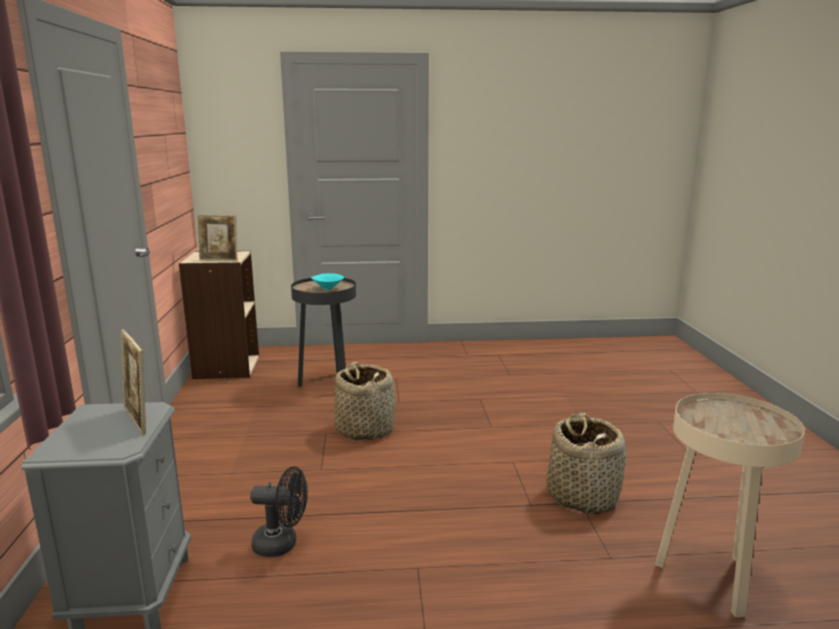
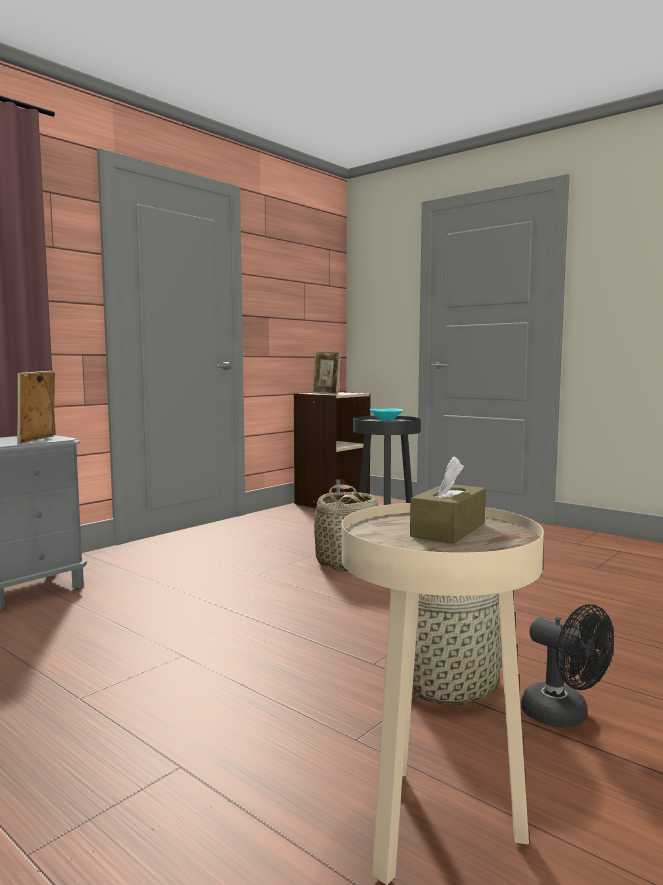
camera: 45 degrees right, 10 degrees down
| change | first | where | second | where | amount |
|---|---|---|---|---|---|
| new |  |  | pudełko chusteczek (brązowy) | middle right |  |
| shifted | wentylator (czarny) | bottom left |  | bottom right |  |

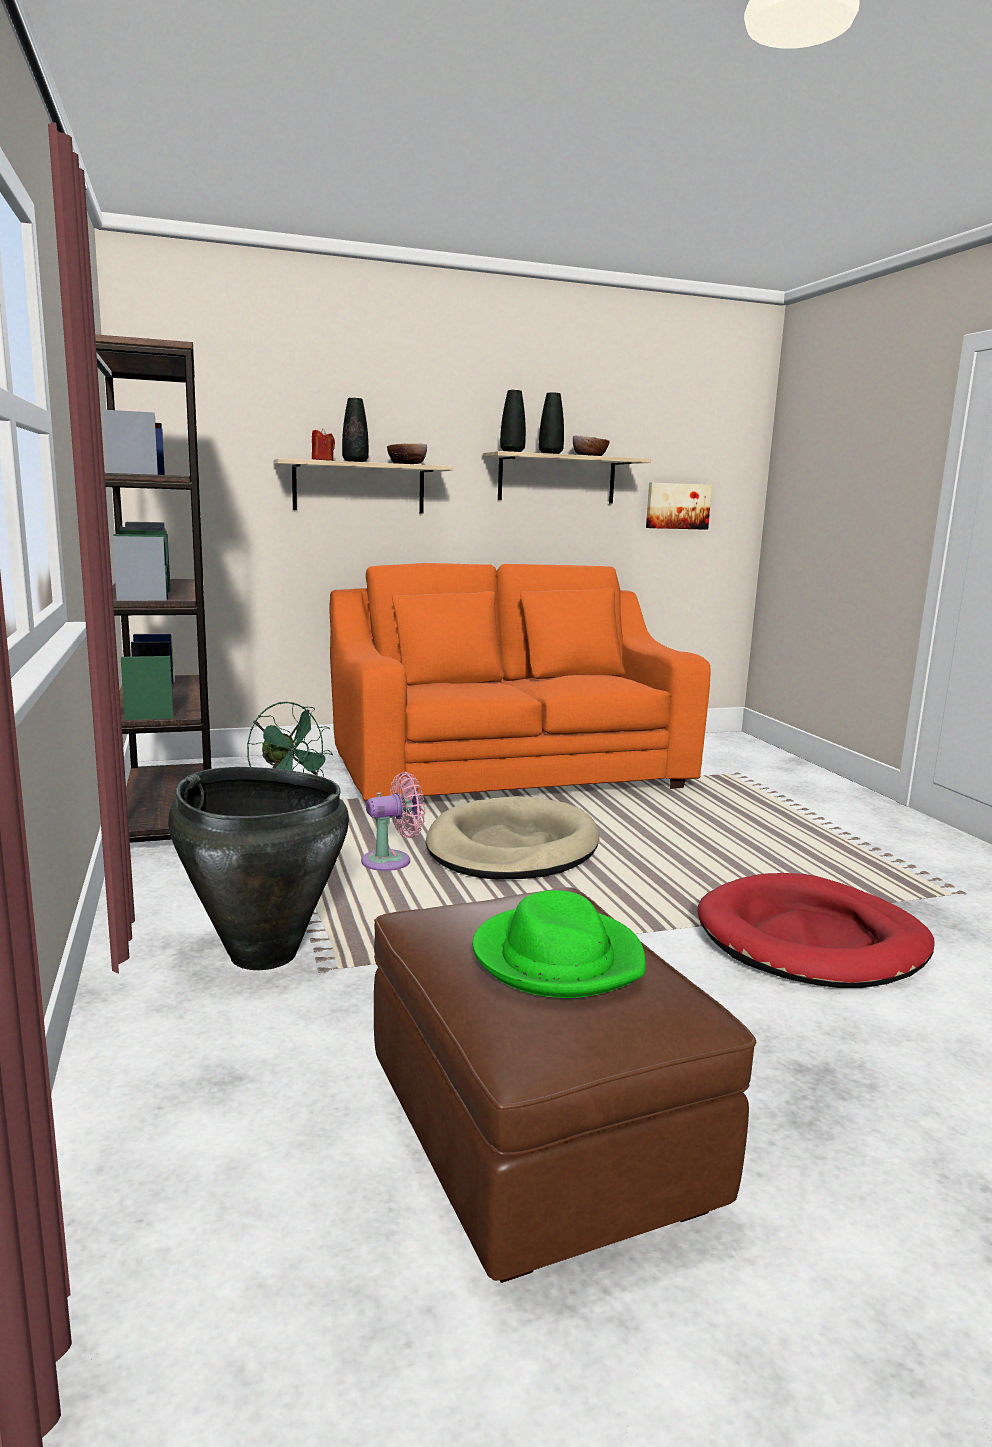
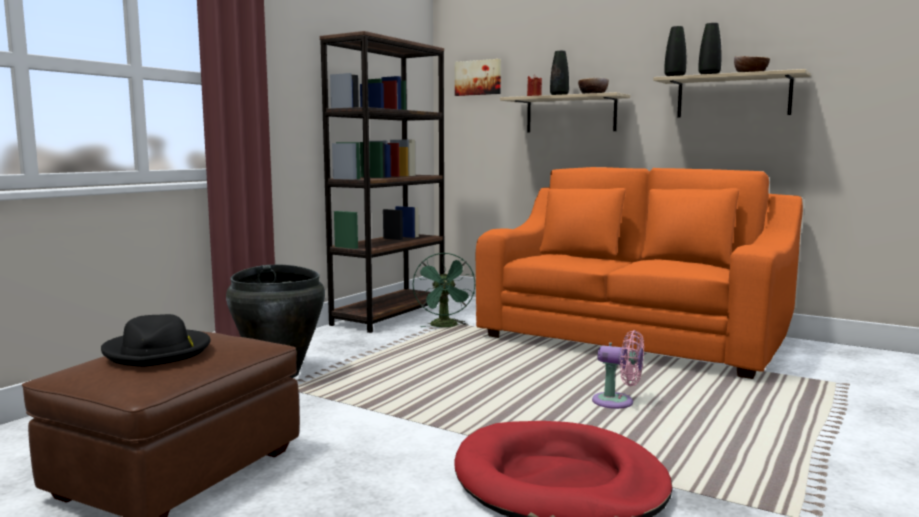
camera: 50 degrees right, 5 degrees down
| change | first | where | second | where | amount |
|---|---|---|---|---|---|
| repainted | kapelusz (zielony) | centre | kapelusz (czarny) | middle left |  |
| shifted | obraz | middle right |  | top centre |  |
| shifted | wentylator (różowy) | centre |  | bottom right |  |
| gone | legowisko (beżowy) | centre |  |  |  |

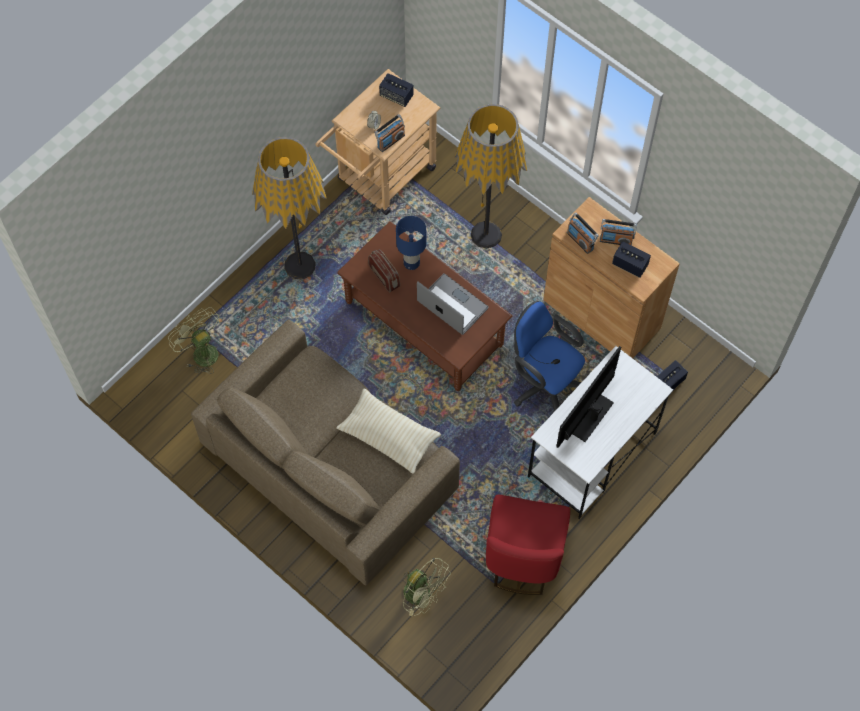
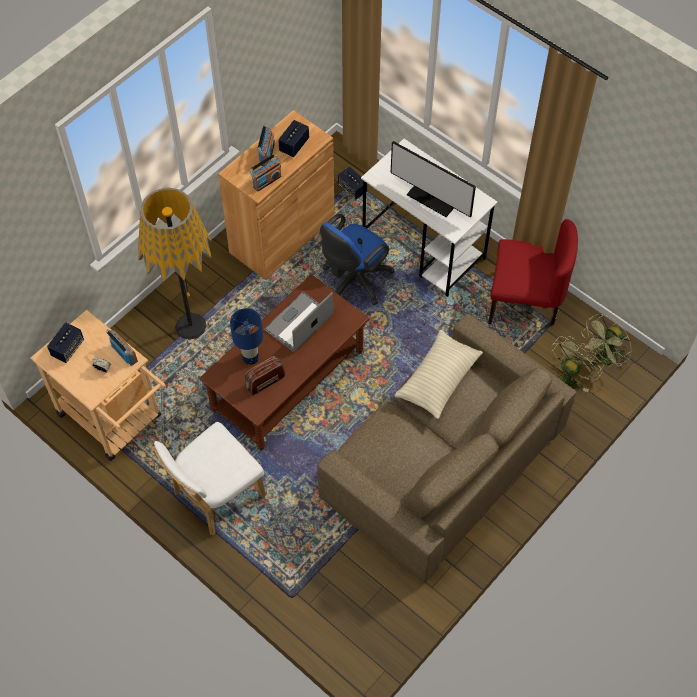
camera: 90 degrees left, 5 degrees down
| change | first | where | second | where | amount |
|---|---|---|---|---|---|
| swapped | lampa stojąca (no. 1 from left) | top centre | krzesło (biały) | bottom left |  |
| shifted | wentylator (zielony) (no. 1 from left in the first image) | middle left | wentylator (zielony) (no. 2 from left) | middle right |  |

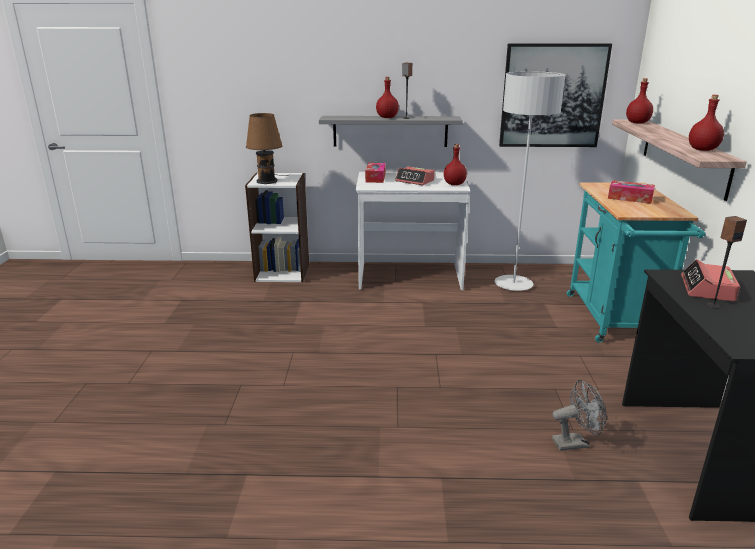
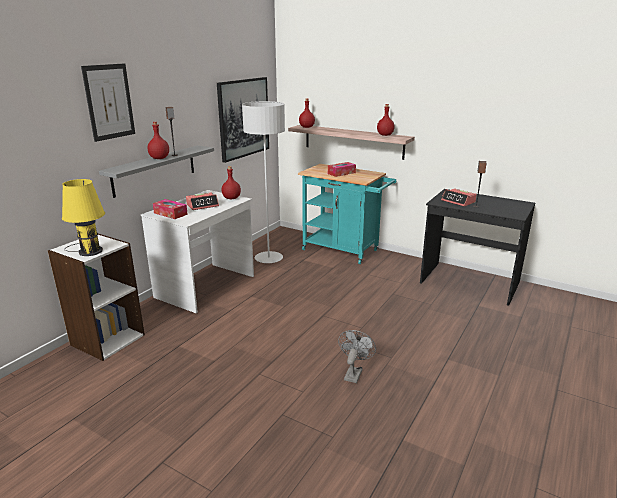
camera: 60 degrees left, 0 degrees up
| change | first | where | second | where | amount |
|---|---|---|---|---|---|
| repainted | lampa stołowa (brązowy) | top centre | lampa stołowa (żółty) | middle left |  |
| new |  |  | obraz (no. 1 from left) | top left |  |
| shifted | wentylator (szary) | bottom right |  | bottom centre |  |

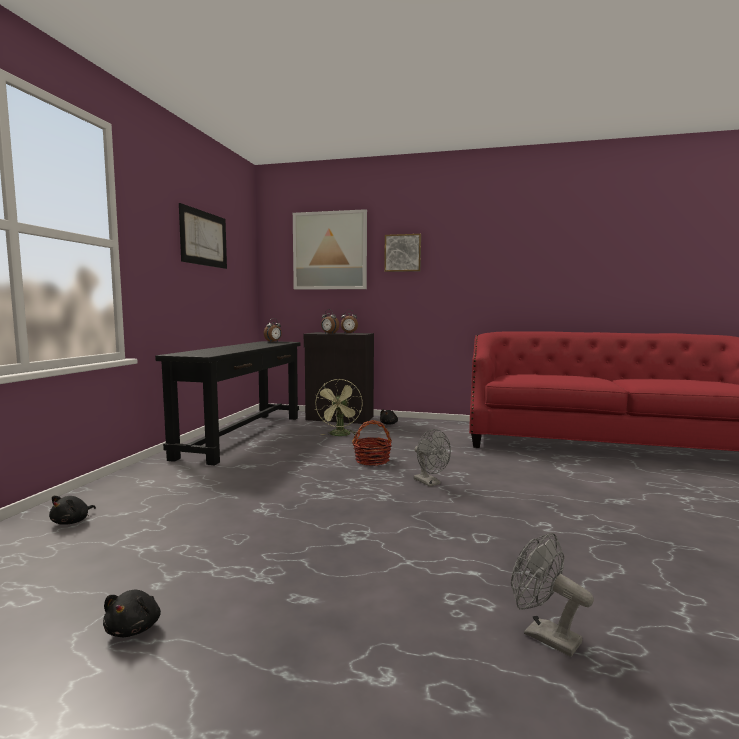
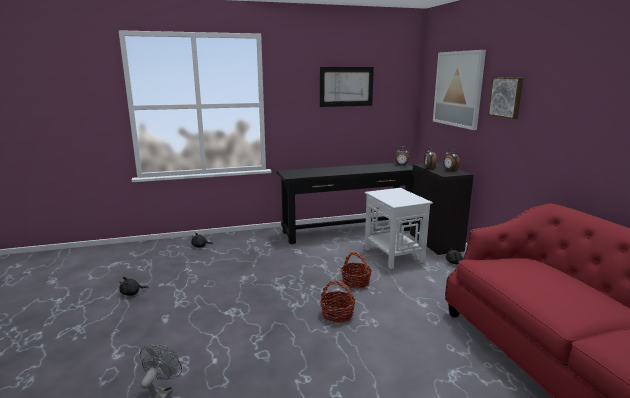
camera: 60 degrees right, 10 degrees up
| change | first | where | second | where | amount |
|---|---|---|---|---|---|
| swapped | wentylator (szary) (no. 1 from left) | centre | koszyk (no. 1 from left) | bottom centre |  |
| swapped | wentylator (zielony) | centre | stolik (biały) | centre |  |

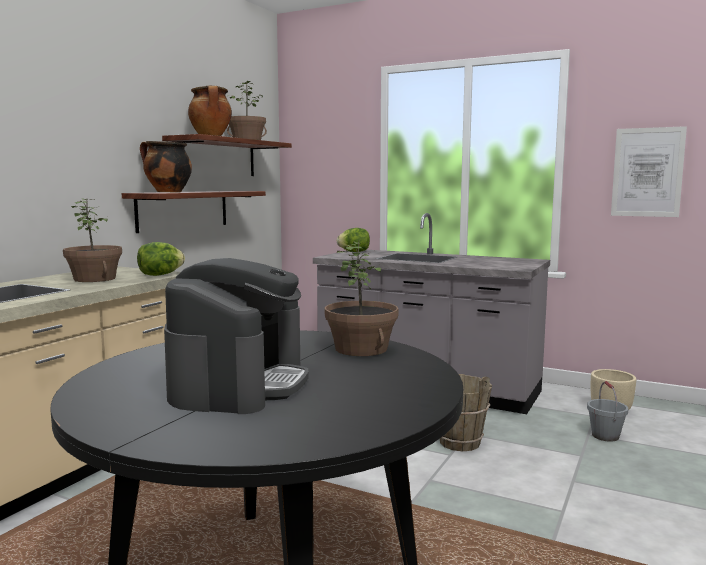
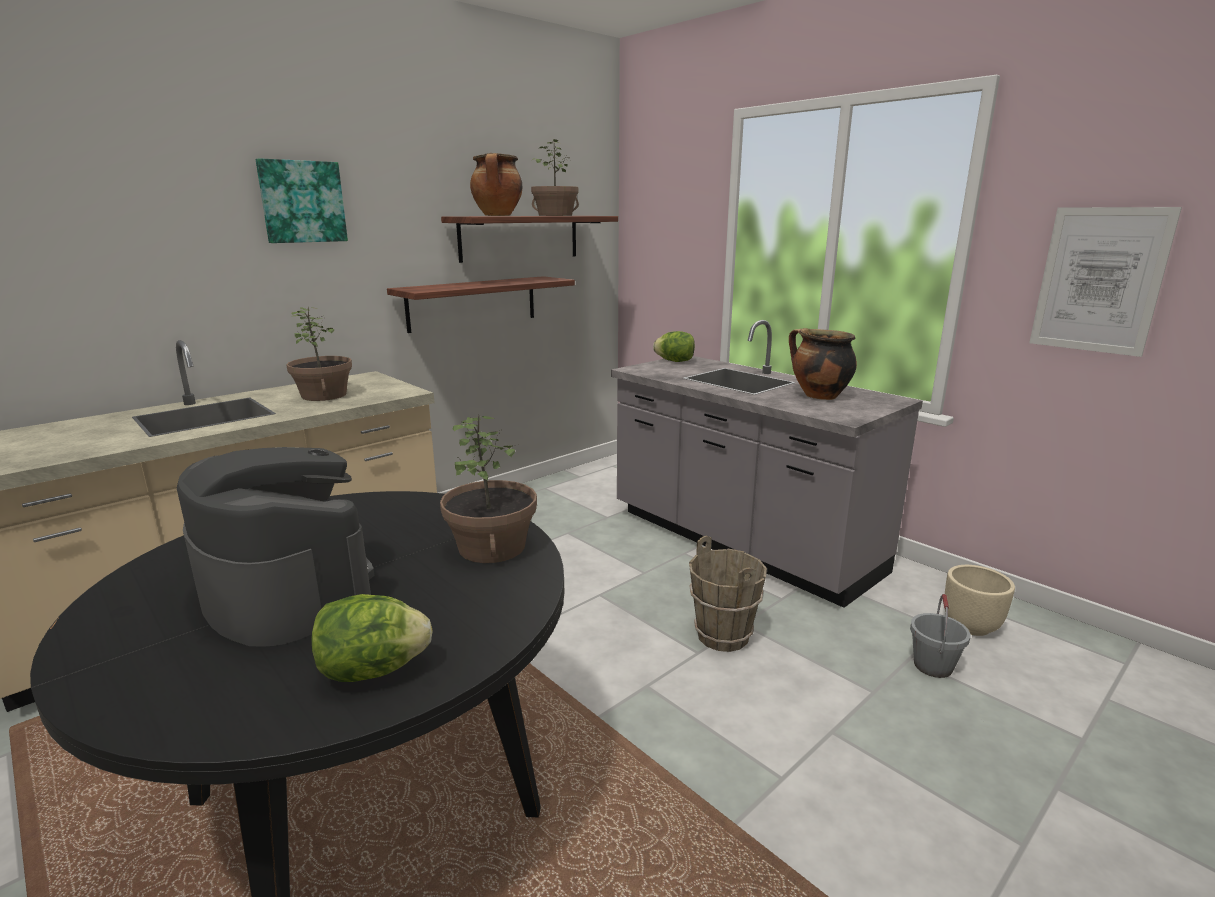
camera: 20 degrees right, 10 degrees up
| change | first | where | second | where | amount |
|---|---|---|---|---|---|
| rotated | ekspres do kawy | centre |  | middle left | 75 degrees counterclockwise |
| new |  |  | obraz (no. 1 from left) | top left |  |
| shifted | sałata (no. 1 from left) | middle left |  | bottom left |  |
| shifted | garnek (no. 1 from left in the first image) | top left | garnek (no. 2 from left) | middle right |  |

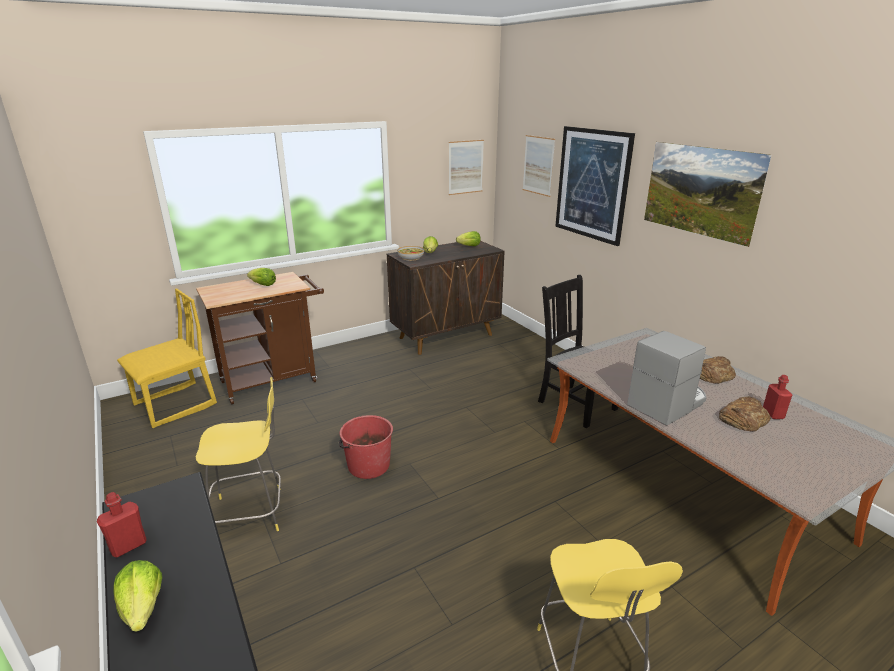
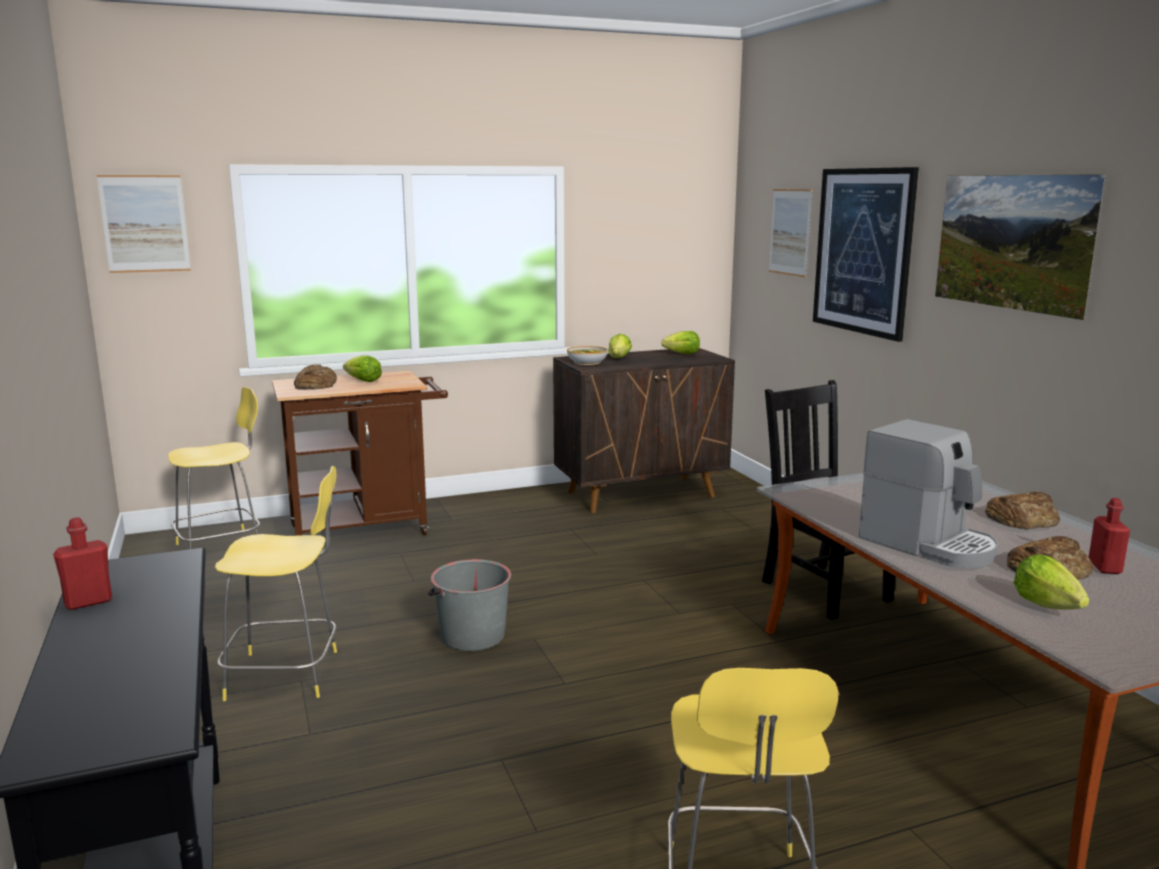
camera: 10 degrees right, 10 degrees down
| change | first | where | second | where | amount |
|---|---|---|---|---|---|
| shifted | obraz (no. 1 from left) | top centre |  | top left |  |
| swapped | krzesło (żółty) | middle left | stołek (żółty) (no. 1 from left) | middle left |  |
| new |  |  | chleb (no. 1 from left) | middle left |  |
| repainted | wiadro (czerwony) | centre | wiadro (szary) | bottom centre |  |
| rotated | ekspres do kawy | middle right |  | middle right | 75 degrees clockwise |
| shifted | sałata (no. 1 from left in the first image) | bottom left | sałata (no. 4 from left) | bottom right |  |

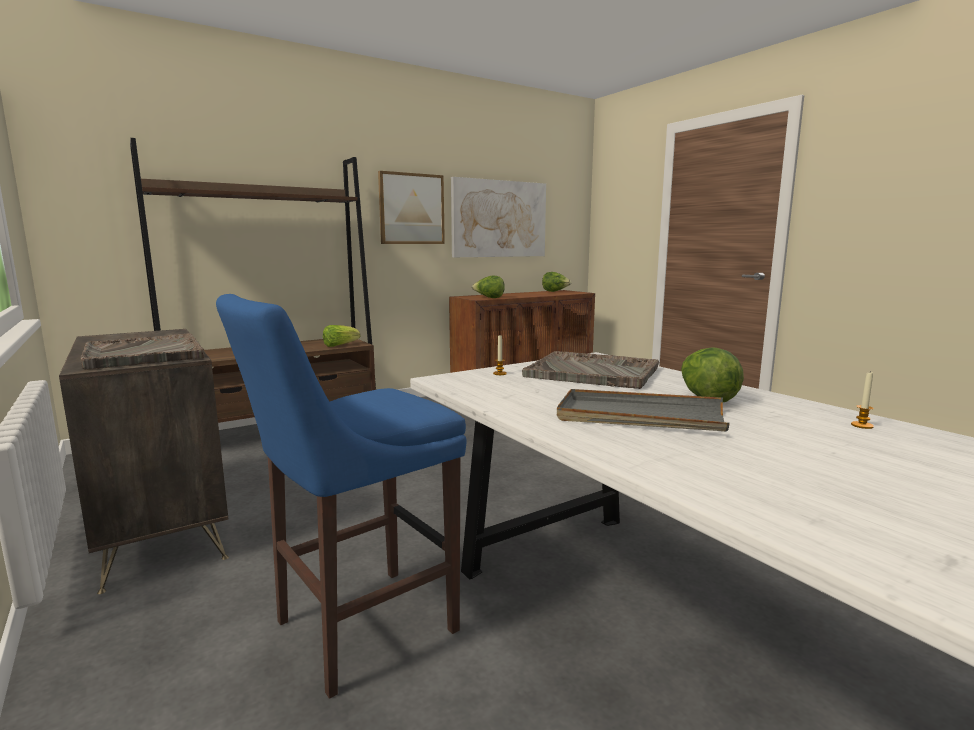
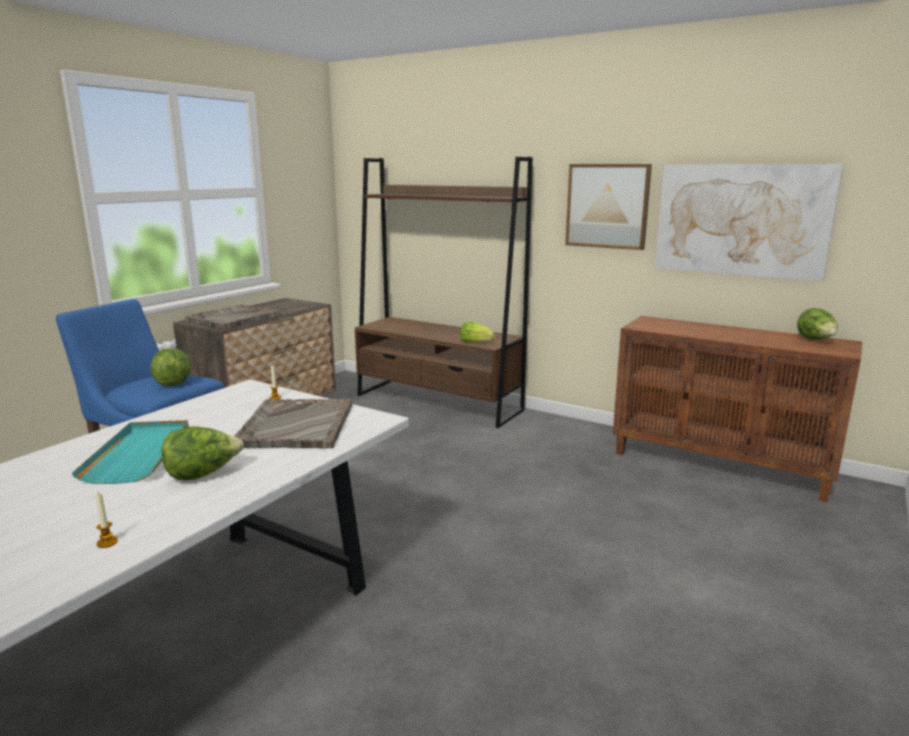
camera: 65 degrees right, 5 degrees up
| change | first | where | second | where | amount |
|---|---|---|---|---|---|
| repainted | taca (szary) (no. 3 from left) | centre | taca (turkusowy) | middle left |  |
| shifted | sałata (no. 2 from left in the first image) | centre | sałata (no. 1 from left) | middle left |  |

